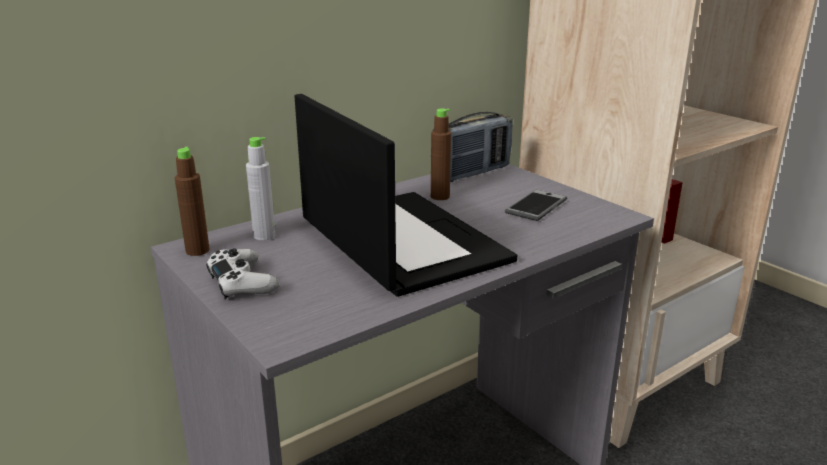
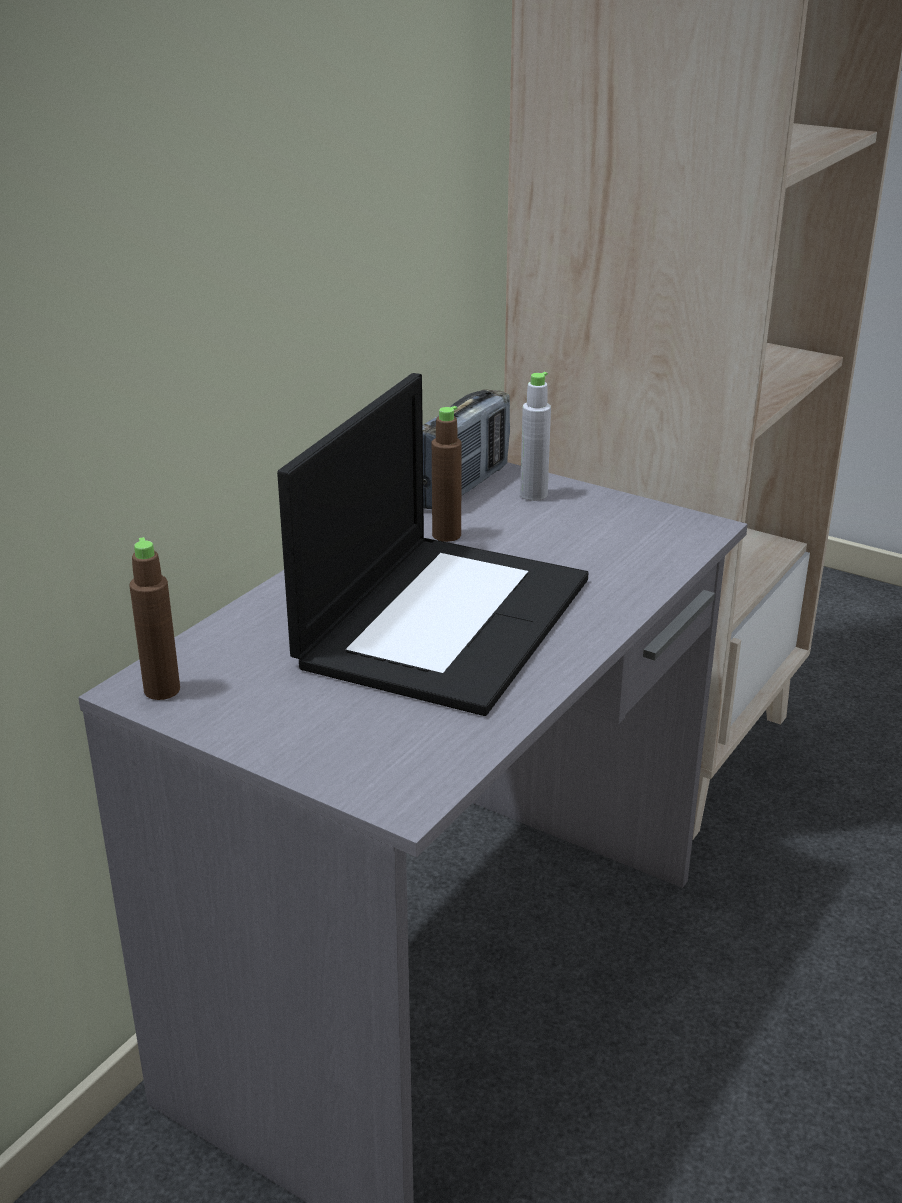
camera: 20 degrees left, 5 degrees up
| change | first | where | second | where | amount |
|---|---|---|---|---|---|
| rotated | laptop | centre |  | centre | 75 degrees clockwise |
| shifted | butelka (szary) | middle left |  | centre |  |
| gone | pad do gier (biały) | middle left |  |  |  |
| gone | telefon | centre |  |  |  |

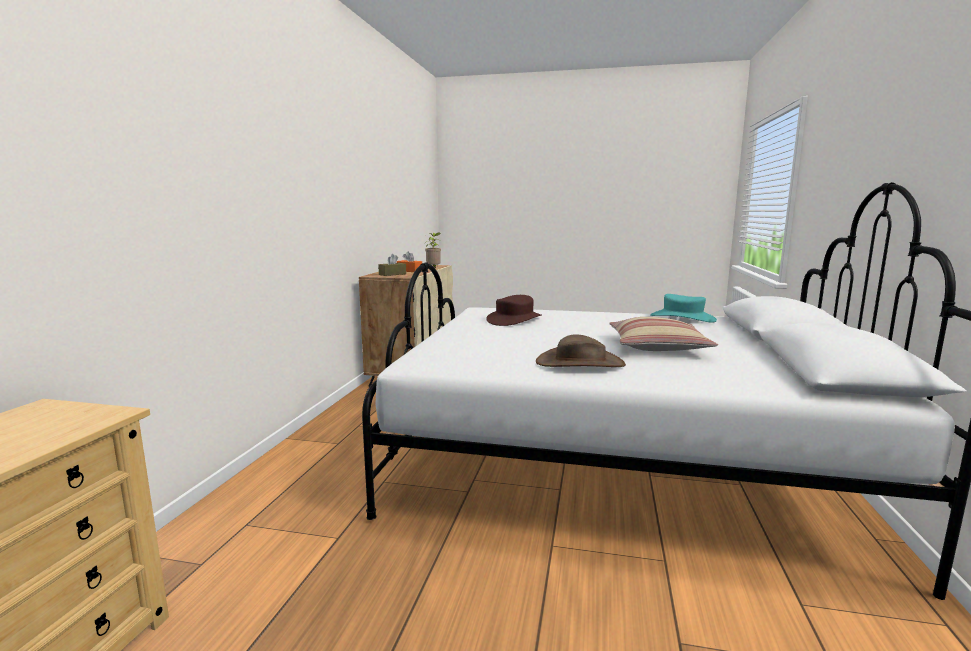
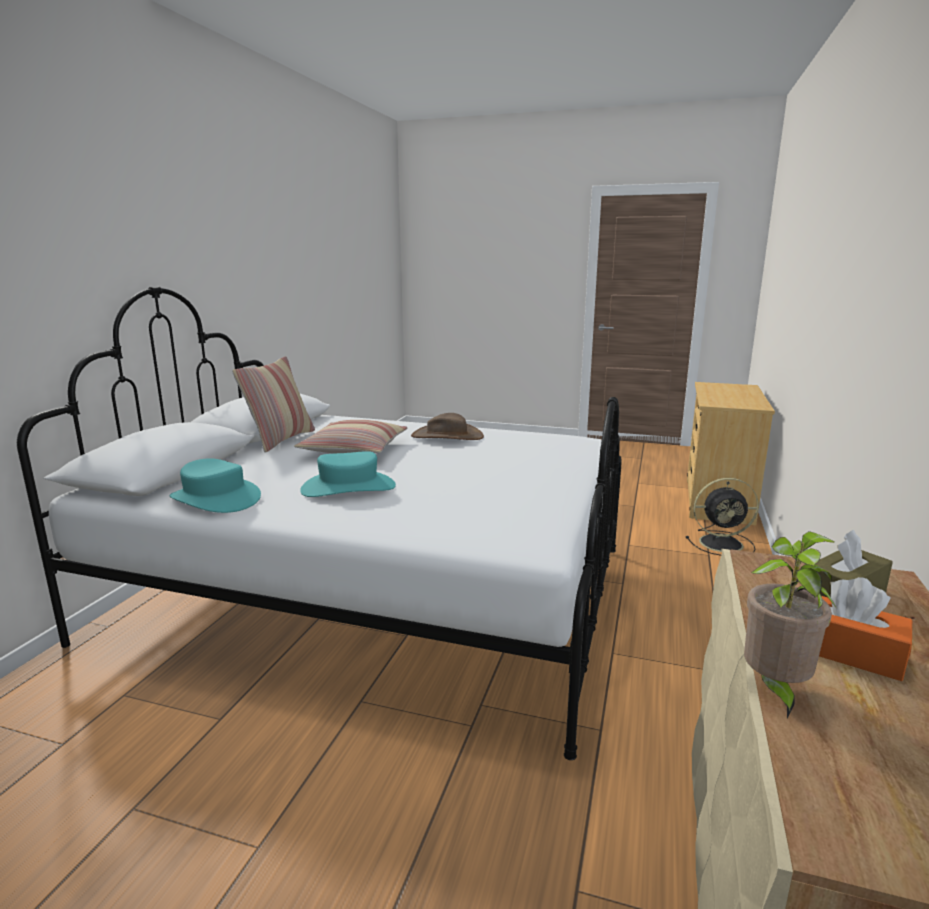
camera: 175 degrees left, 5 degrees up
| change | first | where | second | where | amount |
|---|---|---|---|---|---|
| new |  |  | poduszka (no. 1 from left) | middle left |  |
| new |  |  | kapelusz (turkusowy) (no. 2 from left) | centre |  |
| new |  |  | wentylator (czarny) | middle right |  |
| gone | kapelusz (brązowy) (no. 1 from left) | centre |  |  |  |

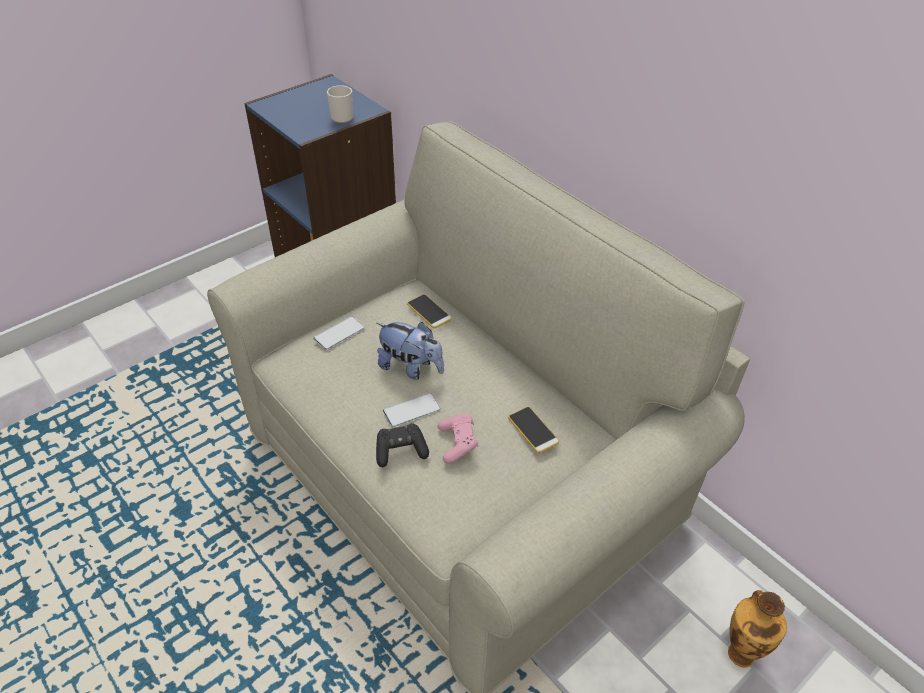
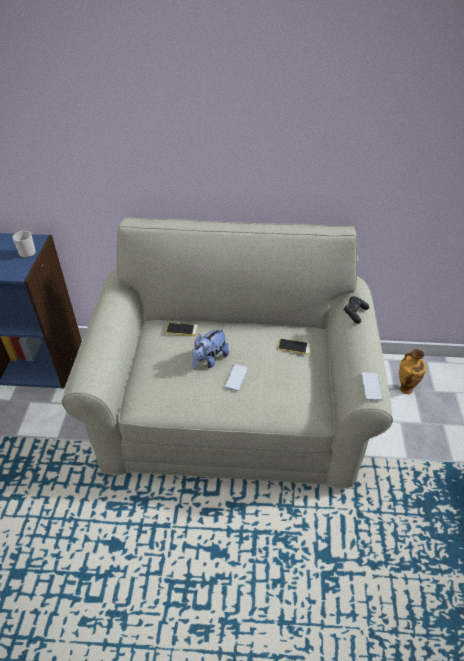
camera: 45 degrees left, 0 degrees up
| change | first | where | second | where | amount |
|---|---|---|---|---|---|
| rotated | pluszak | centre |  | centre | 150 degrees clockwise |
| shifted | pad do gier (czarny) | centre |  | middle right |  |
| shifted | telefon (no. 1 from left in the first image) | centre | telefon (no. 4 from left) | middle right |  |
| gone | pad do gier (różowy) | centre |  |  |  |

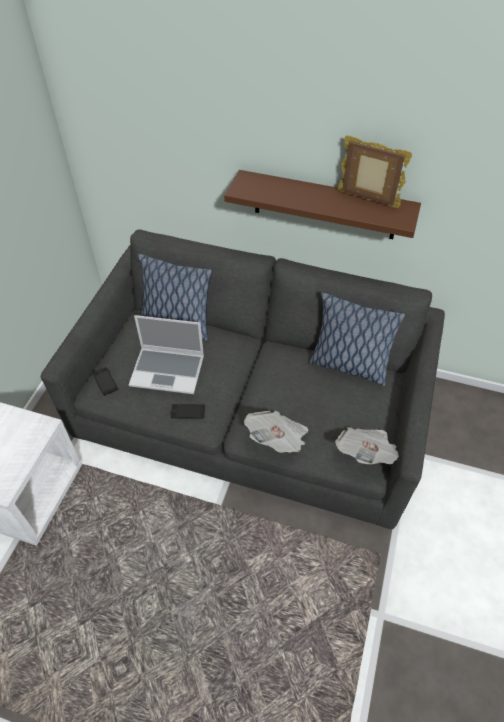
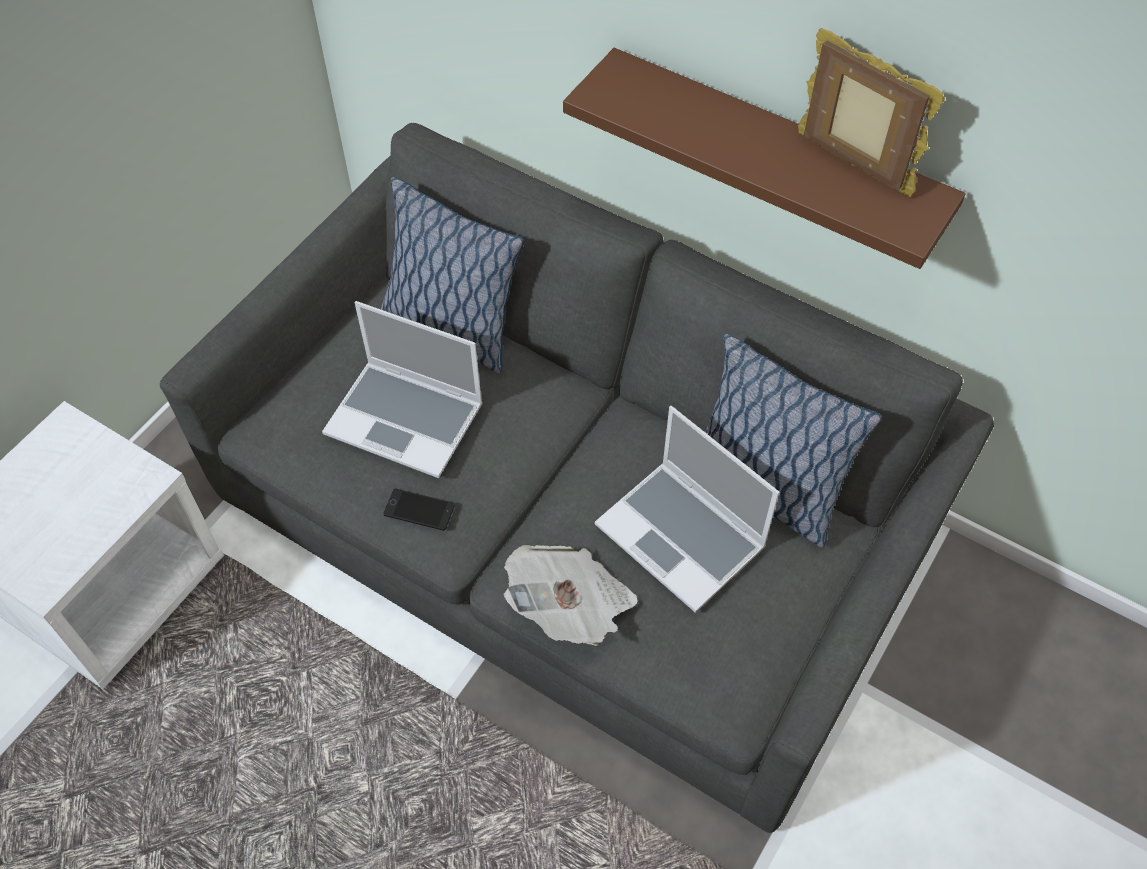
camera: 15 degrees right, 5 degrees up
| change | first | where | second | where | amount |
|---|---|---|---|---|---|
| new |  |  | laptop (no. 2 from left) | centre |  |
| gone | telefon (no. 1 from left) | middle left |  |  |  |
| gone | gazeta (no. 2 from left) | middle right |  |  |  |

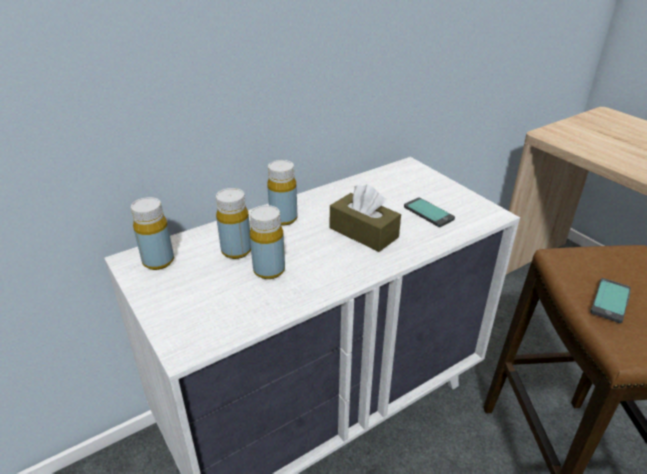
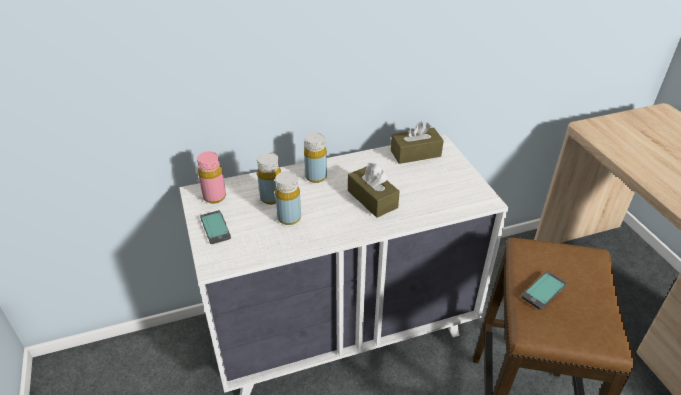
camera: 15 degrees right, 5 degrees up
| change | first | where | second | where | amount |
|---|---|---|---|---|---|
| repainted | butelka (żółty) (no. 1 from left) | middle left | butelka (różowy) | middle left |  |
| shifted | telefon (no. 1 from left) | centre |  | middle left |  |
| new |  |  | pudełko chusteczek (brązowy) (no. 2 from left) | centre |  |

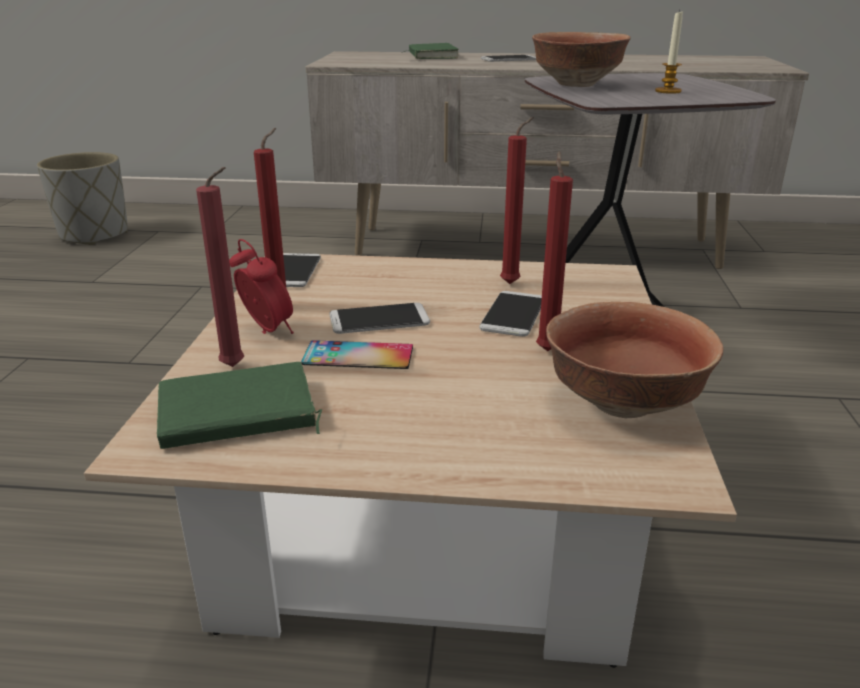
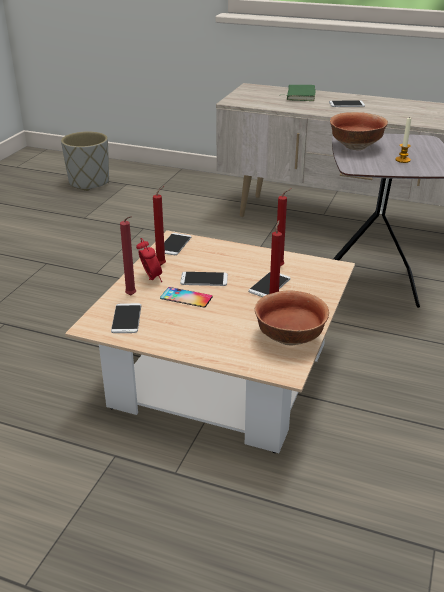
camera: 15 degrees right, 5 degrees up
| change | first | where | second | where | amount |
|---|---|---|---|---|---|
| swapped | książka (zielony) (no. 1 from left) | middle left | telefon (no. 1 from left) | middle left |  |

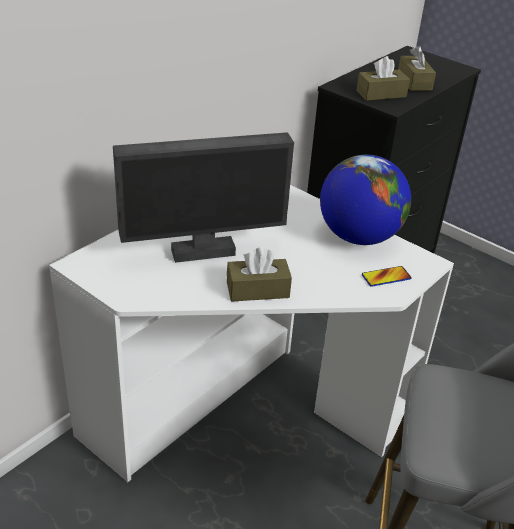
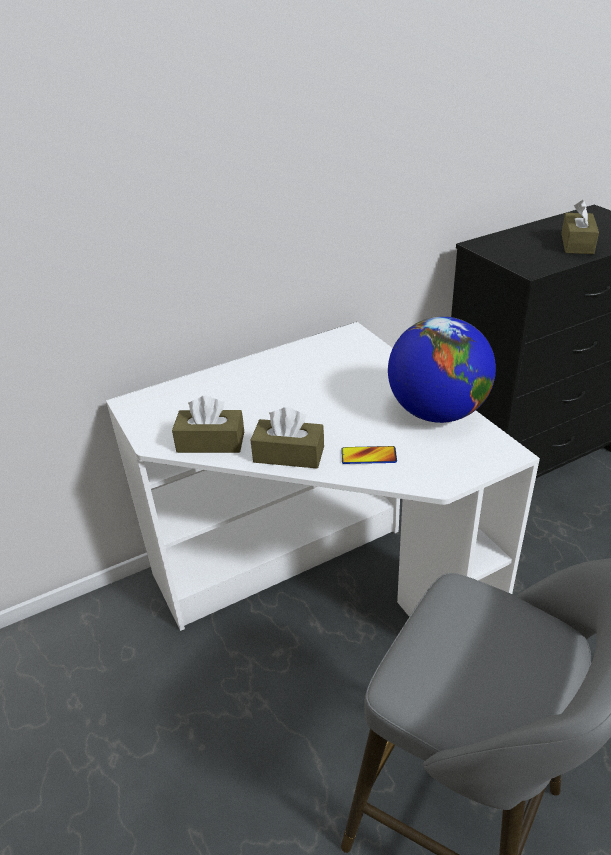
camera: 25 degrees right, 0 degrees up
| change | first | where | second | where | amount |
|---|---|---|---|---|---|
| shifted | pudełko chusteczek (brązowy) (no. 2 from left in the first image) | top right | pudełko chusteczek (brązowy) (no. 1 from left) | centre |  |
| shifted | telefon | middle right |  | centre |  |
| gone | monitor | centre |  |  |  |

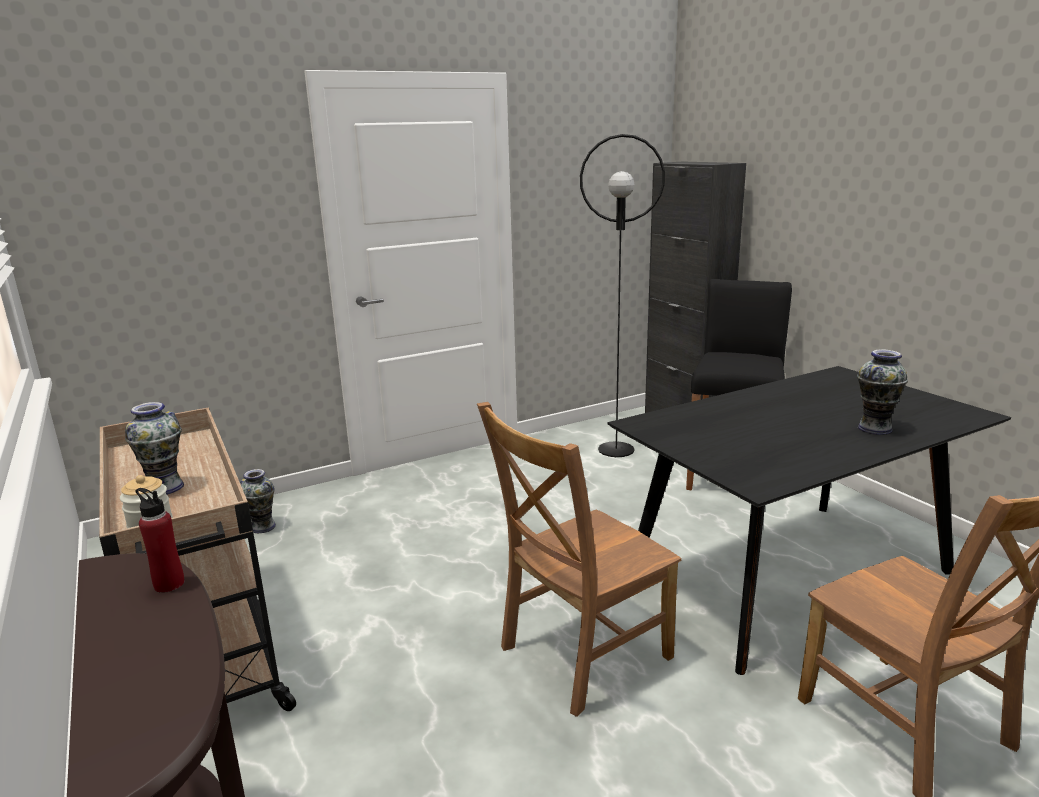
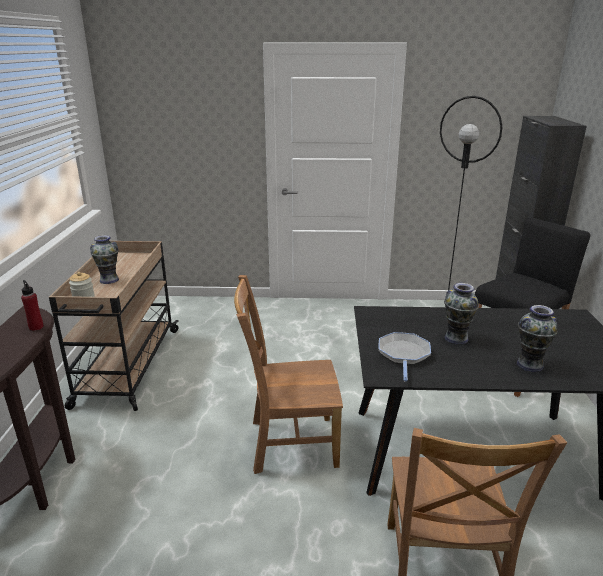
camera: 30 degrees right, 5 degrees up
| change | first | where | second | where | amount |
|---|---|---|---|---|---|
| new |  |  | patelnia | middle right |  |
| shifted | wazon (no. 2 from left) | middle left |  | middle right |  |

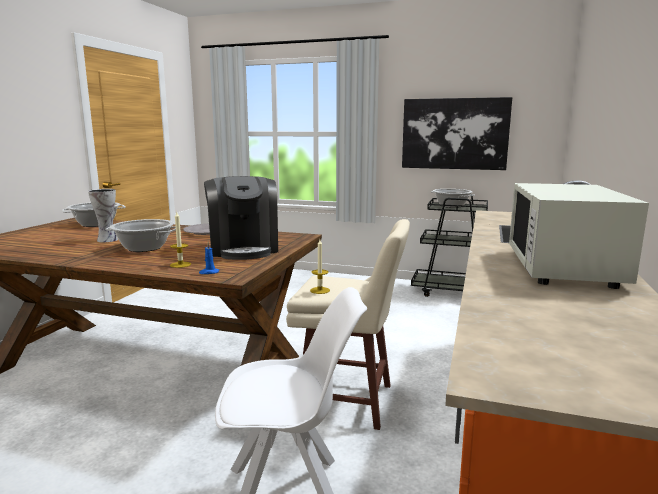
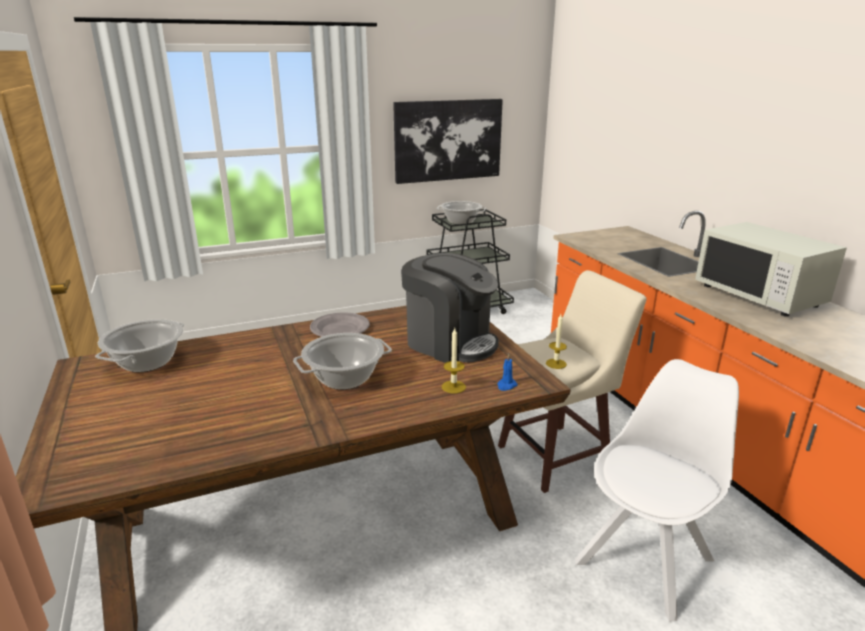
camera: 40 degrees left, 10 degrees up
| change | first | where | second | where | amount |
|---|---|---|---|---|---|
| gone | wazon | middle left |  |  |  |

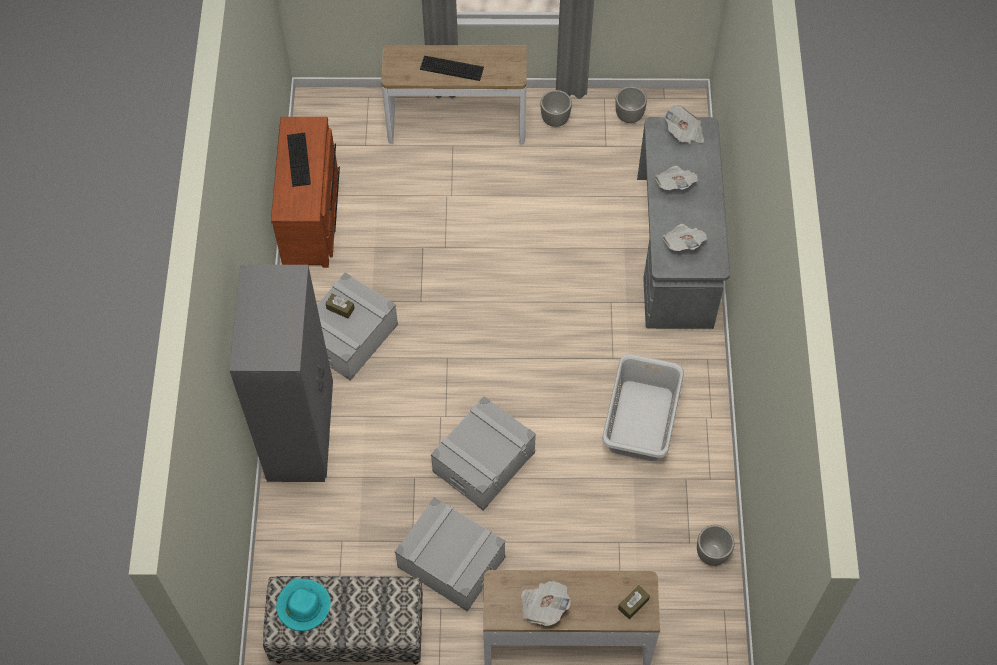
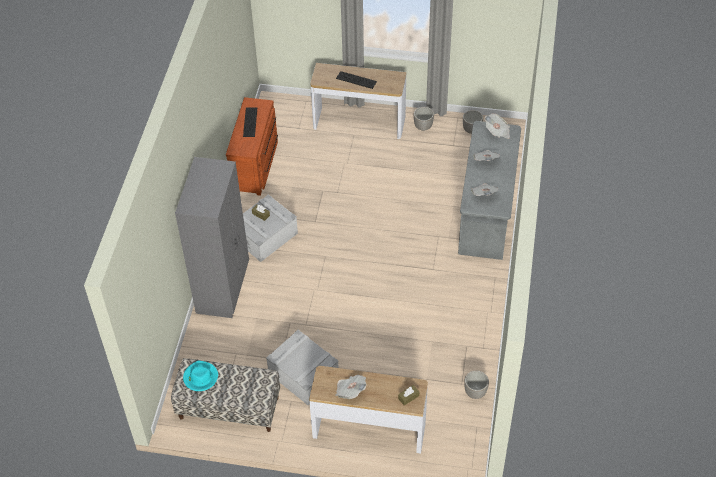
camera: 10 degrees right, 10 degrees down
| change | first | where | second | where | amount |
|---|---|---|---|---|---|
| gone | pojemnik do przechowywania (szary) (no. 3 from left) | bottom centre |  |  |  |
| gone | kosz na pranie (szary) | centre |  |  |  |

